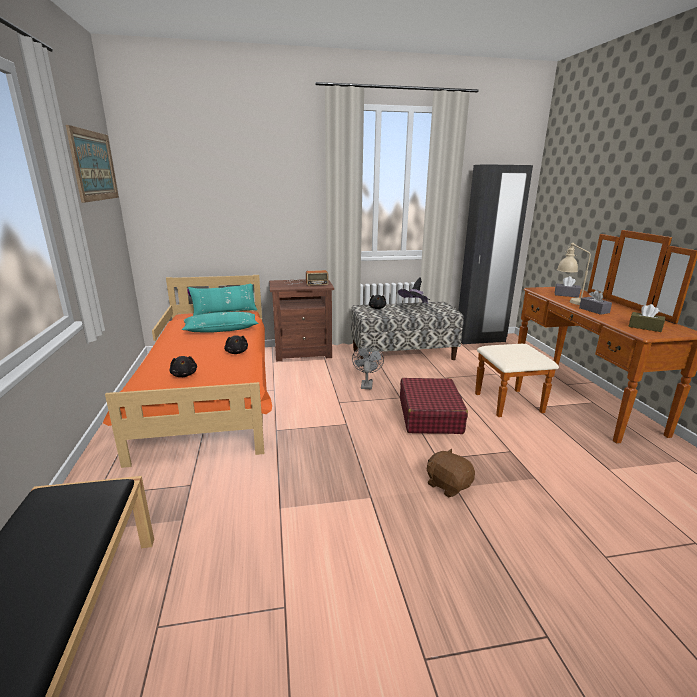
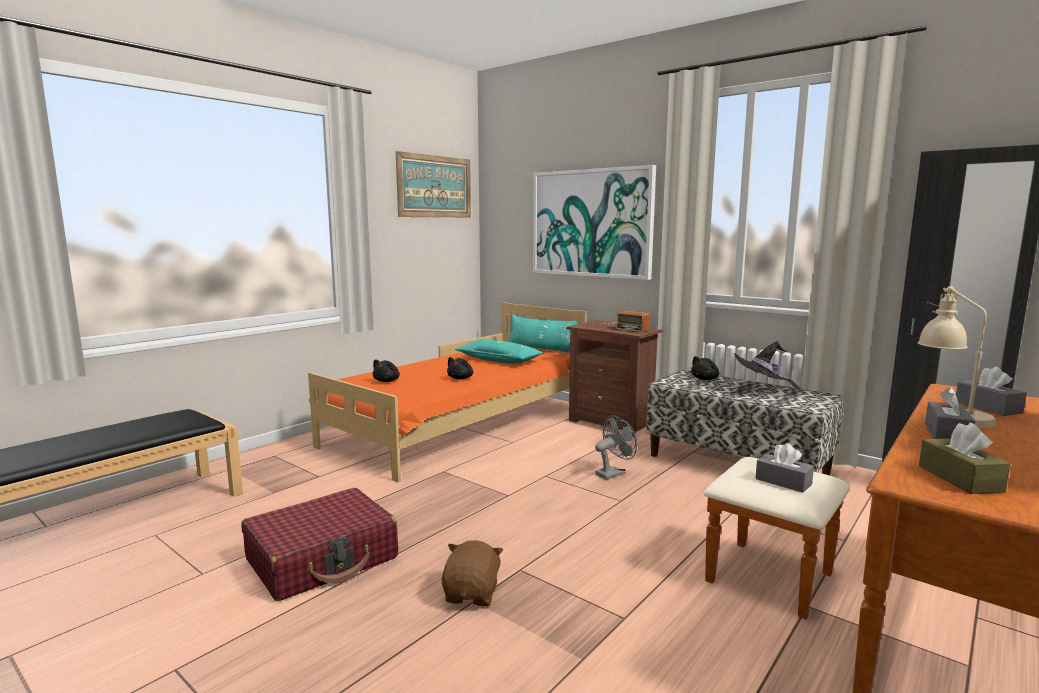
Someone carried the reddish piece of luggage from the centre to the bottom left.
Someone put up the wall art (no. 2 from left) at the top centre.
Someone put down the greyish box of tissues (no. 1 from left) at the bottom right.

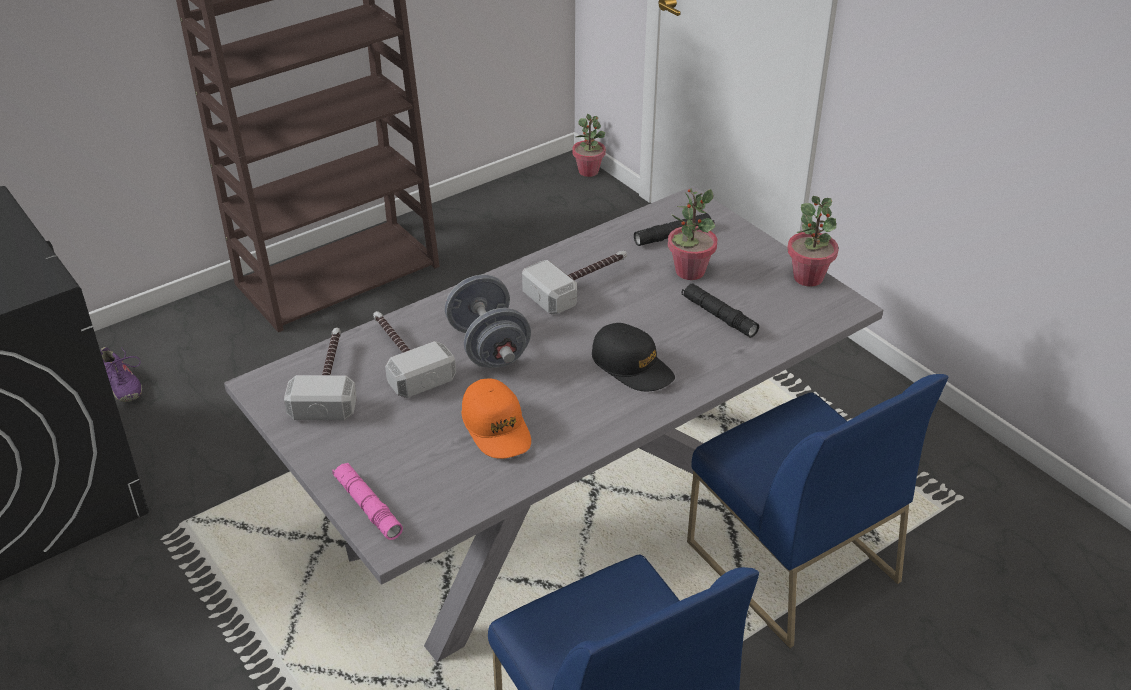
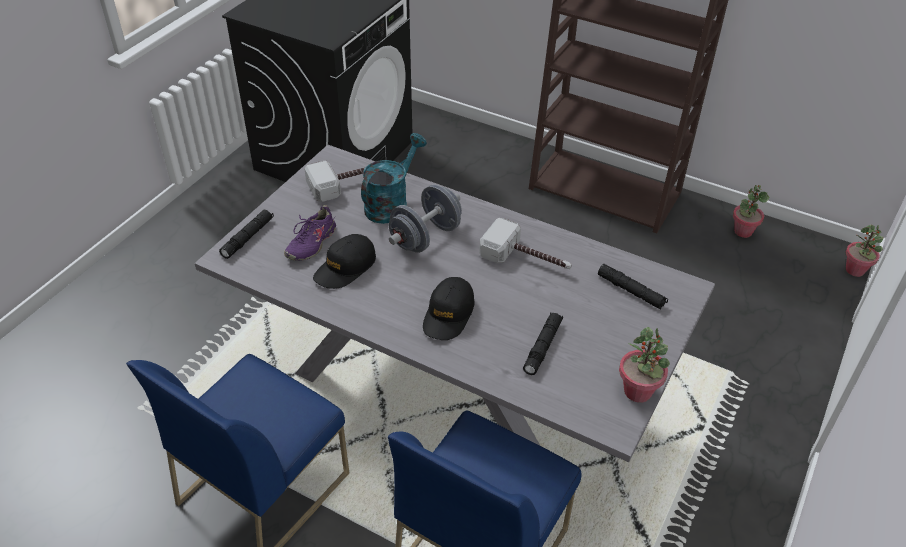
Someone carried the purple low shoe from the middle left to the centre.
Someone repainted the pinkish hand torch at the bottom left, which became the blackish hand torch (no. 1 from left) at the middle left.
Someone swapped the hand hammer (no. 2 from left) at the centre for the turquoise watering pot at the top centre.
Someone repainted the orange-coloured baseball cap at the centre, which became the blackish baseball cap (no. 1 from left) at the centre.
Someone carried the plant in a pot (no. 2 from left) from the centre to the middle right.

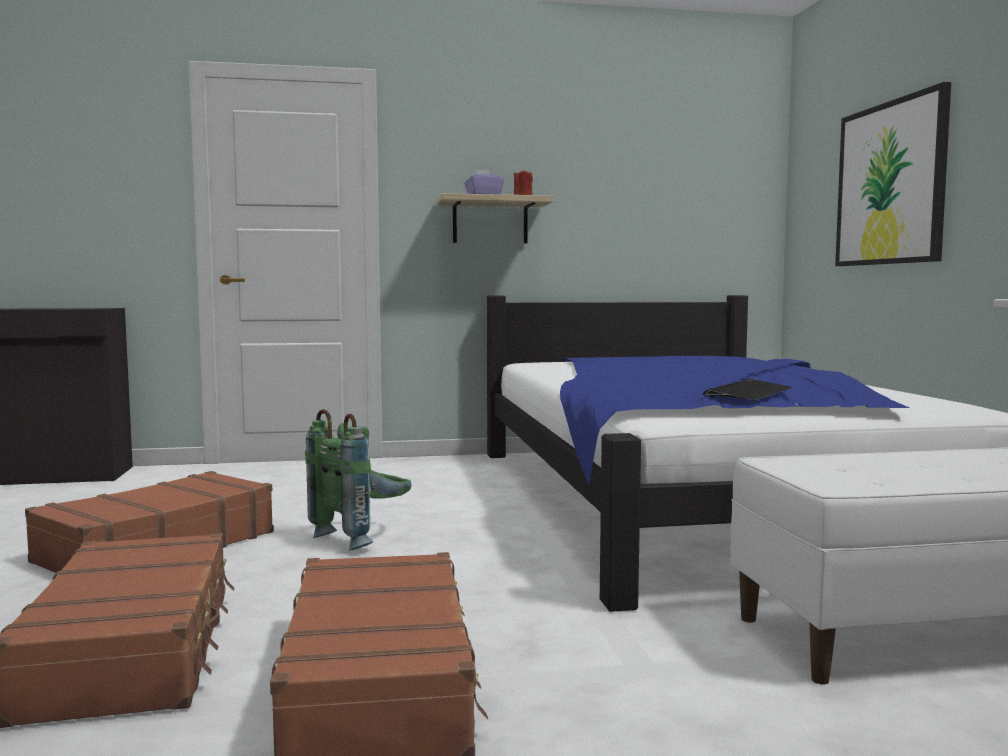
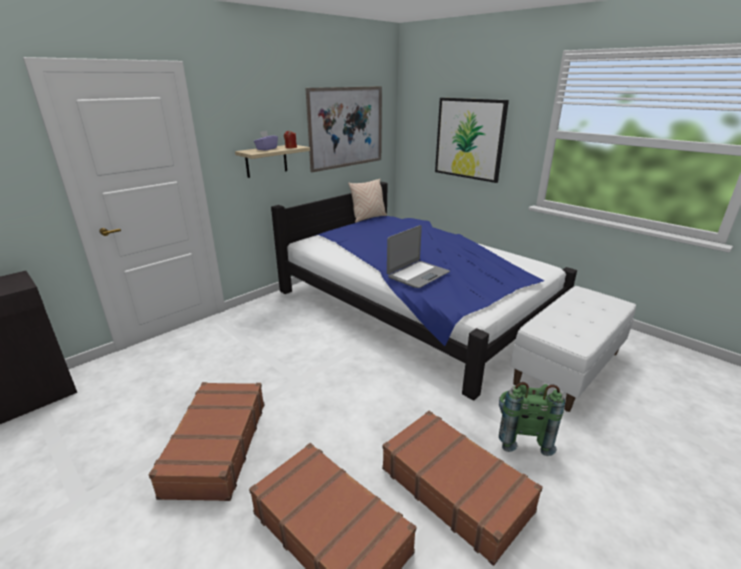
Someone carried the green-coloured knapsack from the centre to the bottom right.
Someone took away the PC keyboard at the middle right.
Someone put up the wall art (no. 1 from left) at the top centre.
Someone put down the beige-coloured throw pillow at the centre.
Someone put down the notebook computer at the centre.

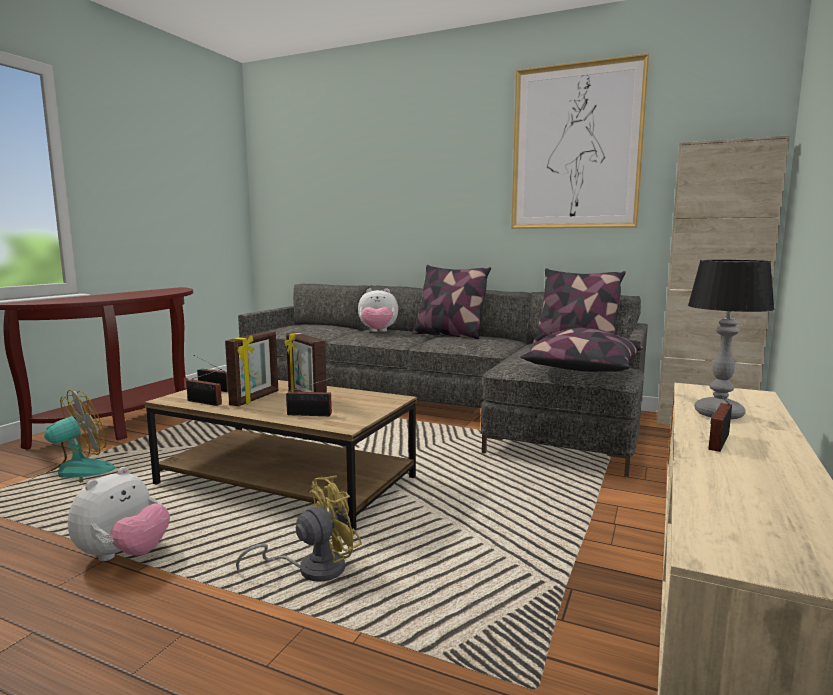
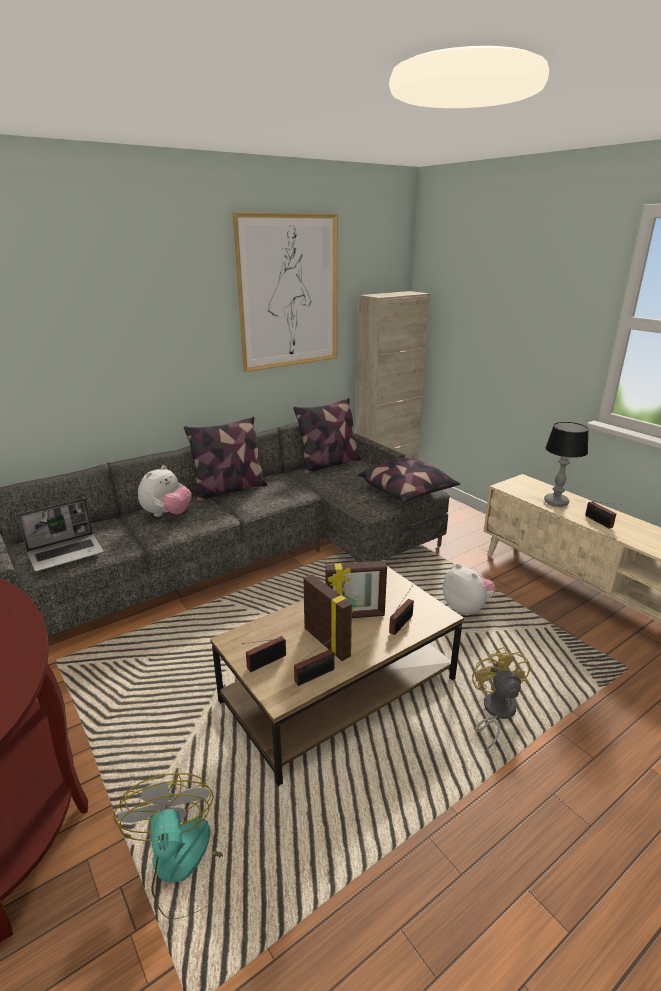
Someone carried the cuddly toy (no. 1 from left in the first image) from the bottom left to the middle right.
Someone put down the notebook computer at the middle left.

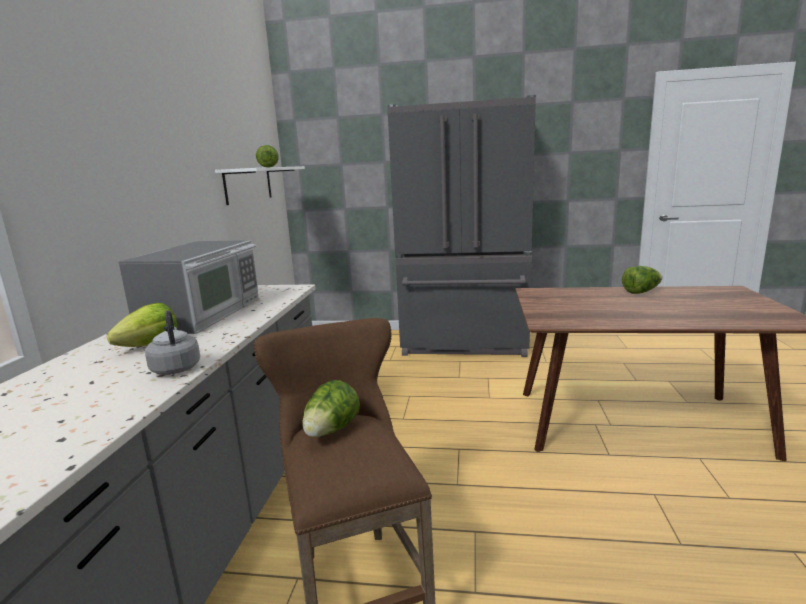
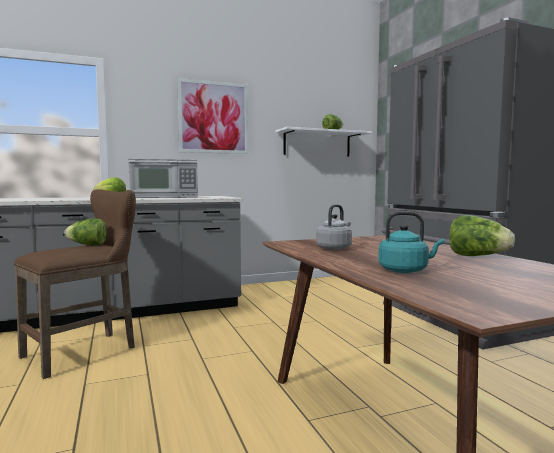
Someone carried the greyish kettle from the middle left to the centre.
Someone put up the wall art at the top centre.
Someone put down the turquoise kettle at the middle right.

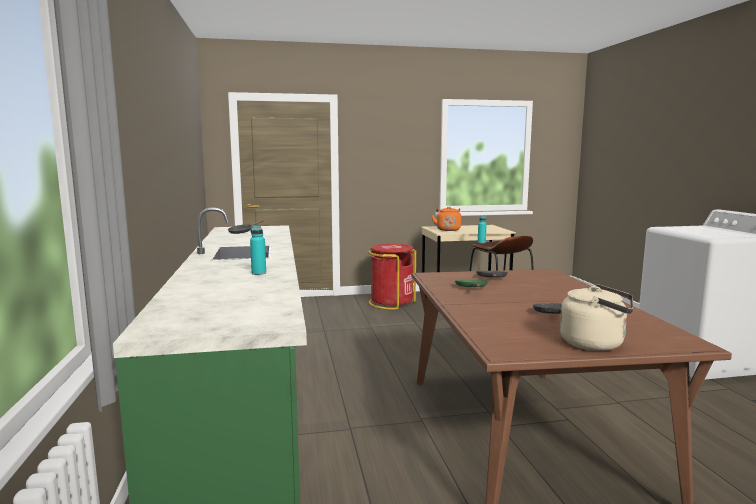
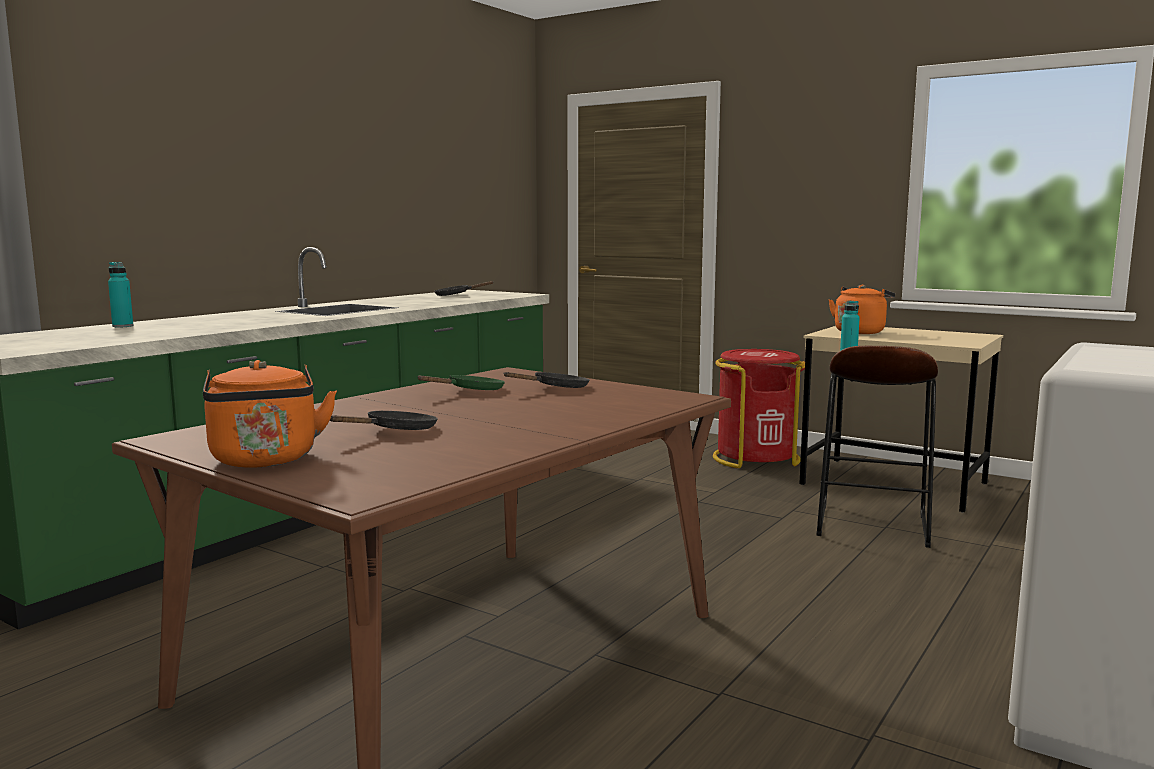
Someone carried the turquoise beverage bottle (no. 1 from left) from the centre to the middle left.
Someone repainted the beige-coloured kettle at the middle right, which became the orange-coloured kettle (no. 1 from left) at the middle left.

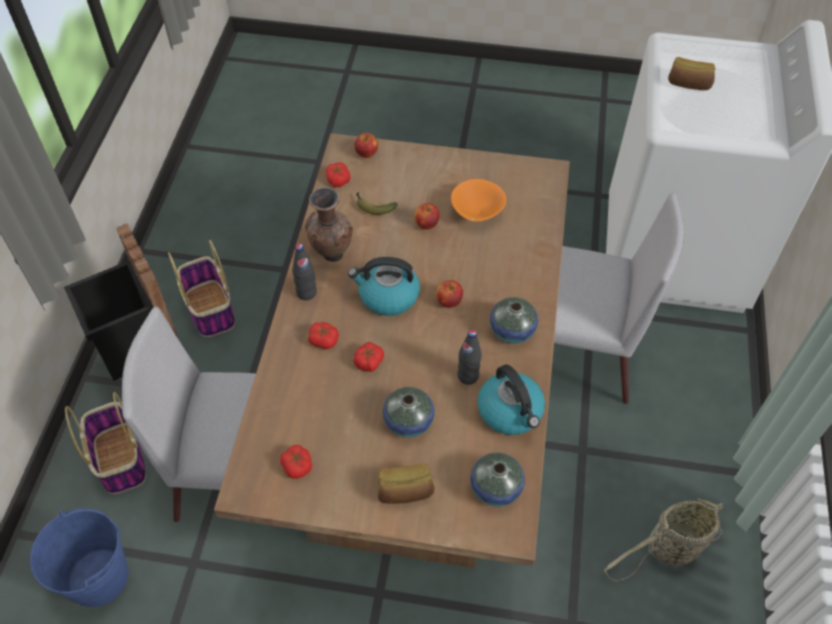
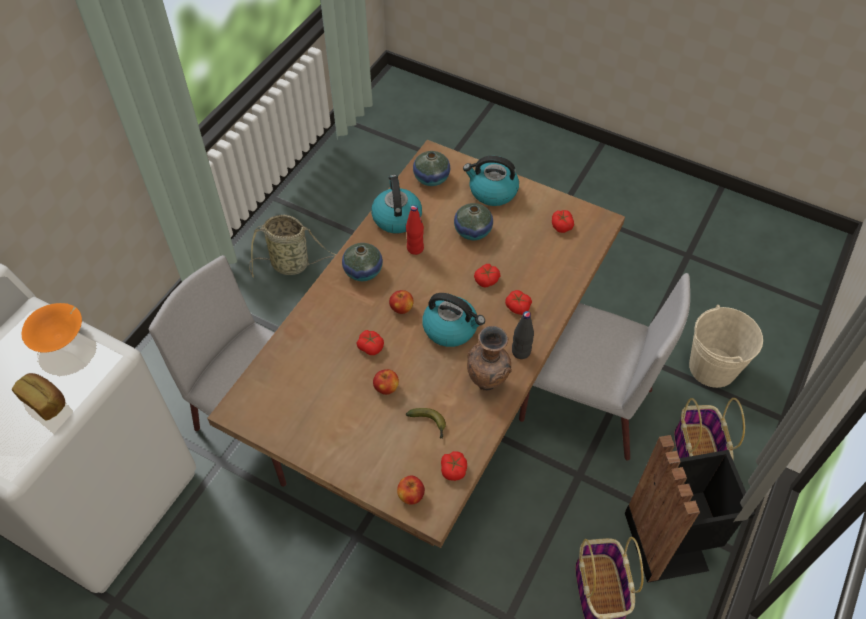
Someone repainted the blue pail at the bottom left, which became the beige-coloured pail at the middle right.
Someone swapped the bread (no. 1 from left) at the bottom centre for the kettle (no. 3 from left) at the top centre.
Someone carried the orange-coloured serving bowl from the top centre to the middle left.
Someone repainted the blackish beverage bottle (no. 2 from left) at the centre, which became the reddish beverage bottle at the centre.
Someone put down the whole tomato (no. 1 from left) at the centre.

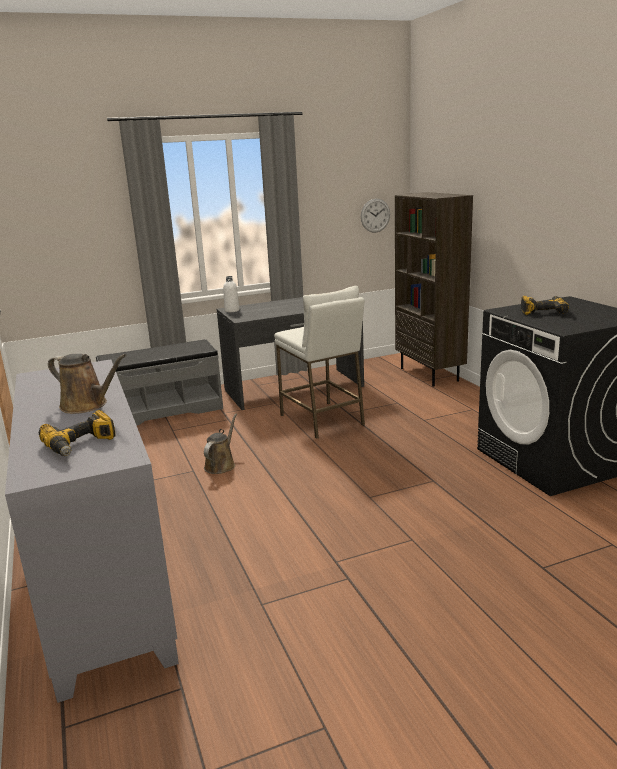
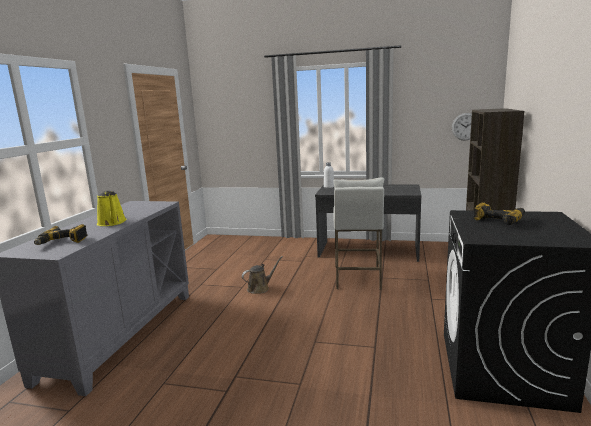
Someone repainted the brown-coloured watering pot (no. 1 from left) at the middle left, which became the yellow-coloured watering pot at the middle left.
Someone took away the greyish indoor bench at the middle left.

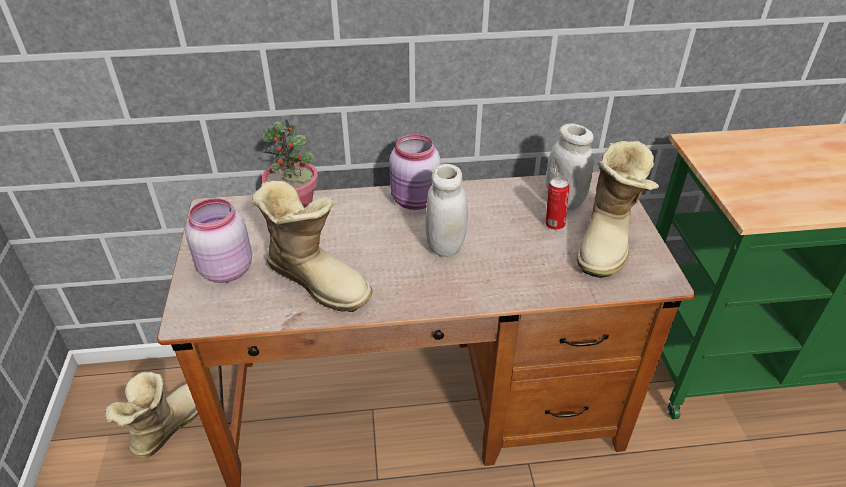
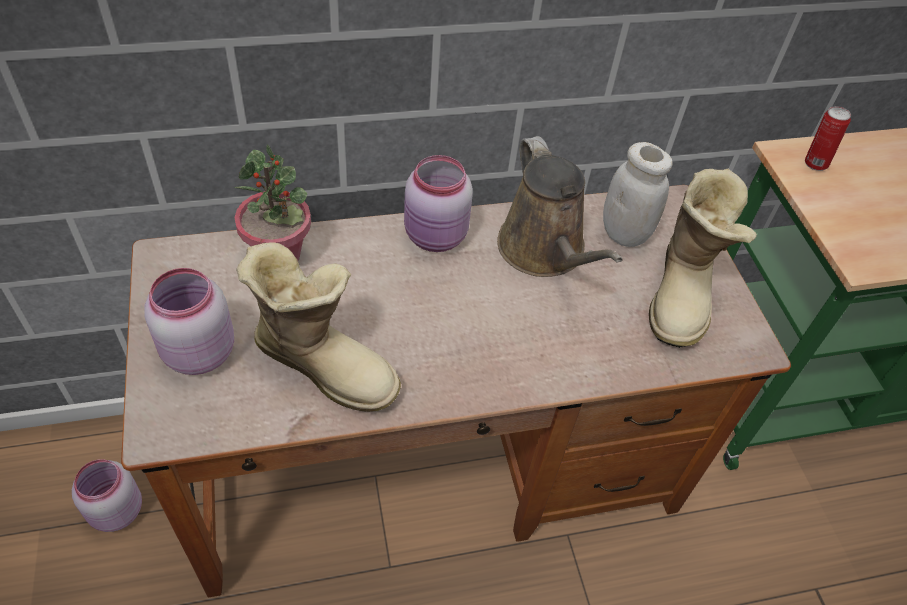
Someone swapped the high-top boot (no. 1 from left) at the bottom left for the pinkish preserve jar (no. 1 from left) at the bottom left.
Someone took away the white-coloured preserve jar (no. 1 from left) at the centre.
Someone carried the can from the centre to the top right.
Someone put down the brown-coloured watering pot at the centre.

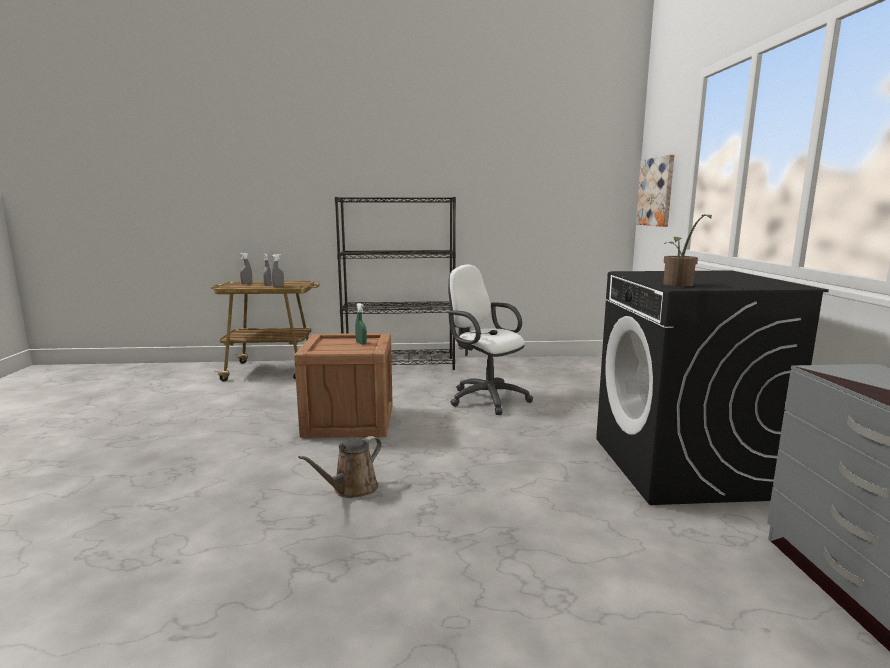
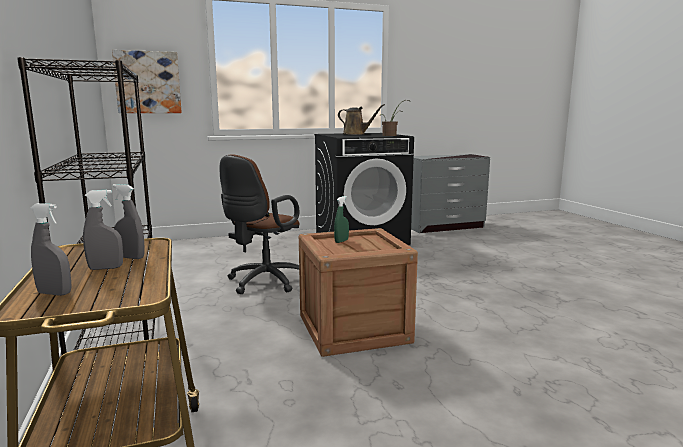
Someone carried the brown-coloured watering pot from the bottom centre to the top centre.
Someone repainted the white-coloured computer chair at the centre, which became the brown-coloured computer chair at the centre.

